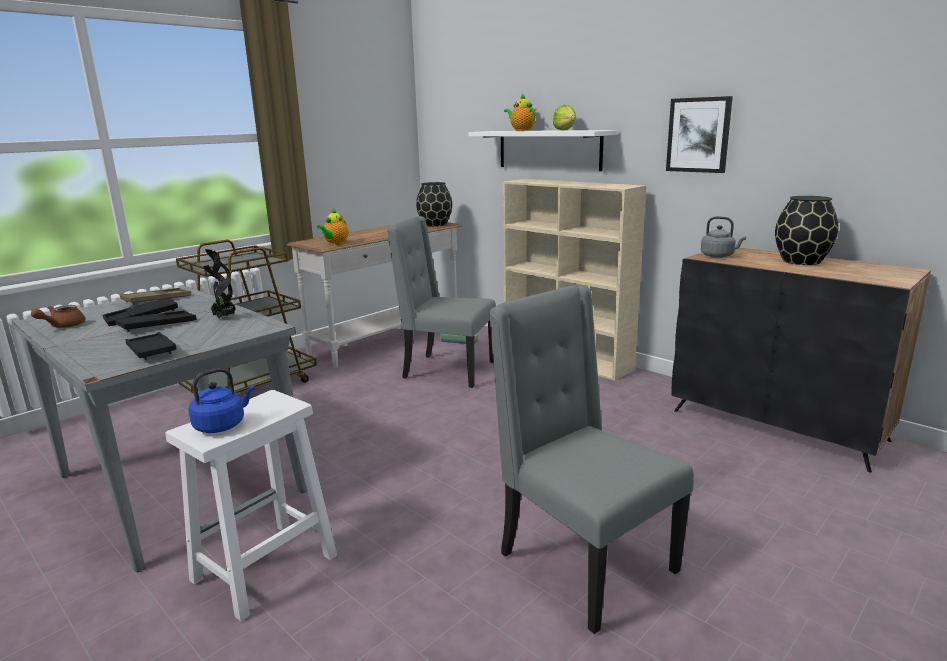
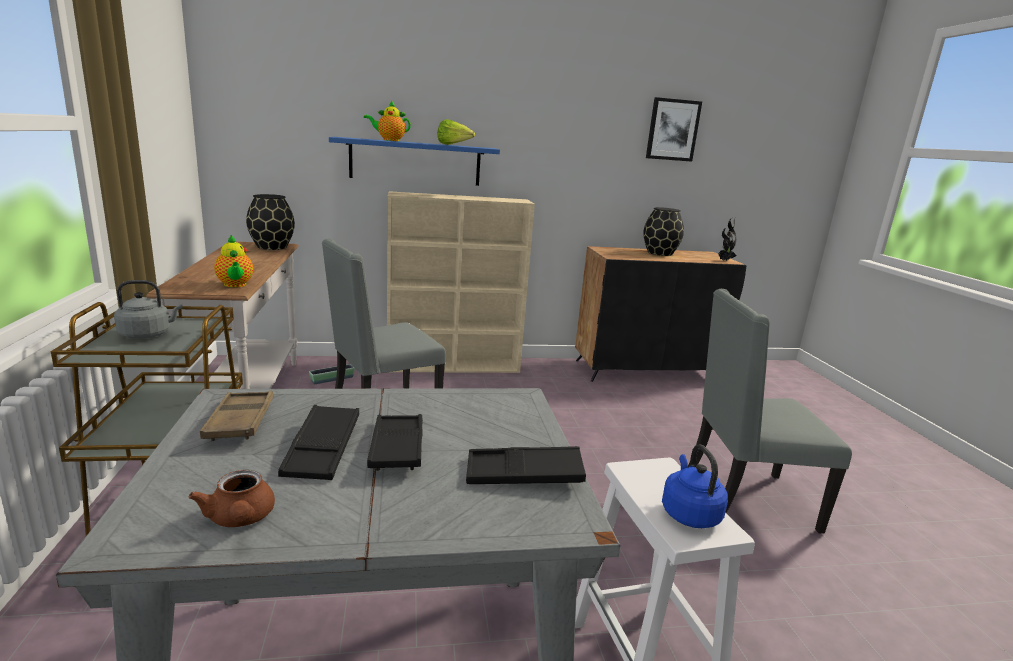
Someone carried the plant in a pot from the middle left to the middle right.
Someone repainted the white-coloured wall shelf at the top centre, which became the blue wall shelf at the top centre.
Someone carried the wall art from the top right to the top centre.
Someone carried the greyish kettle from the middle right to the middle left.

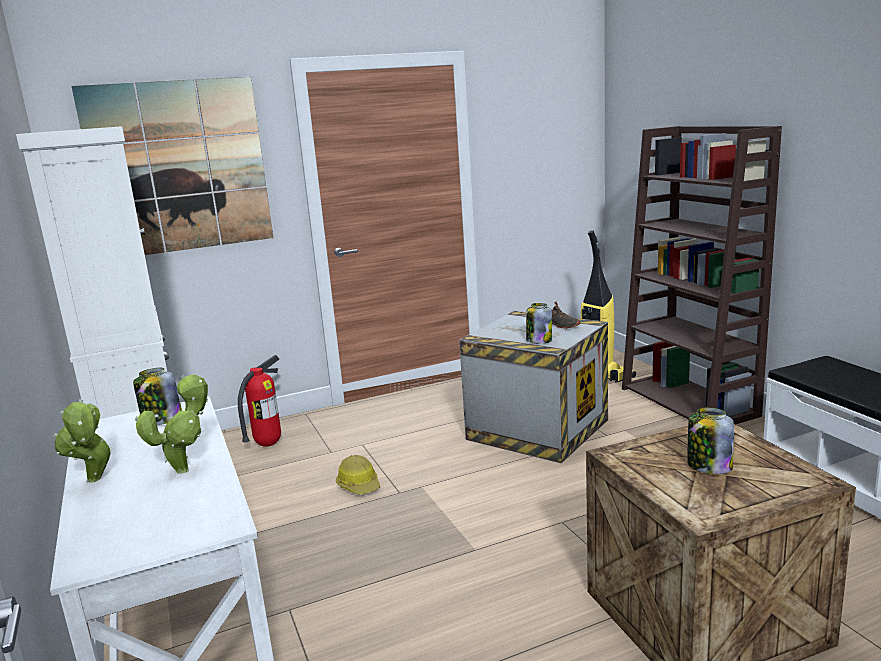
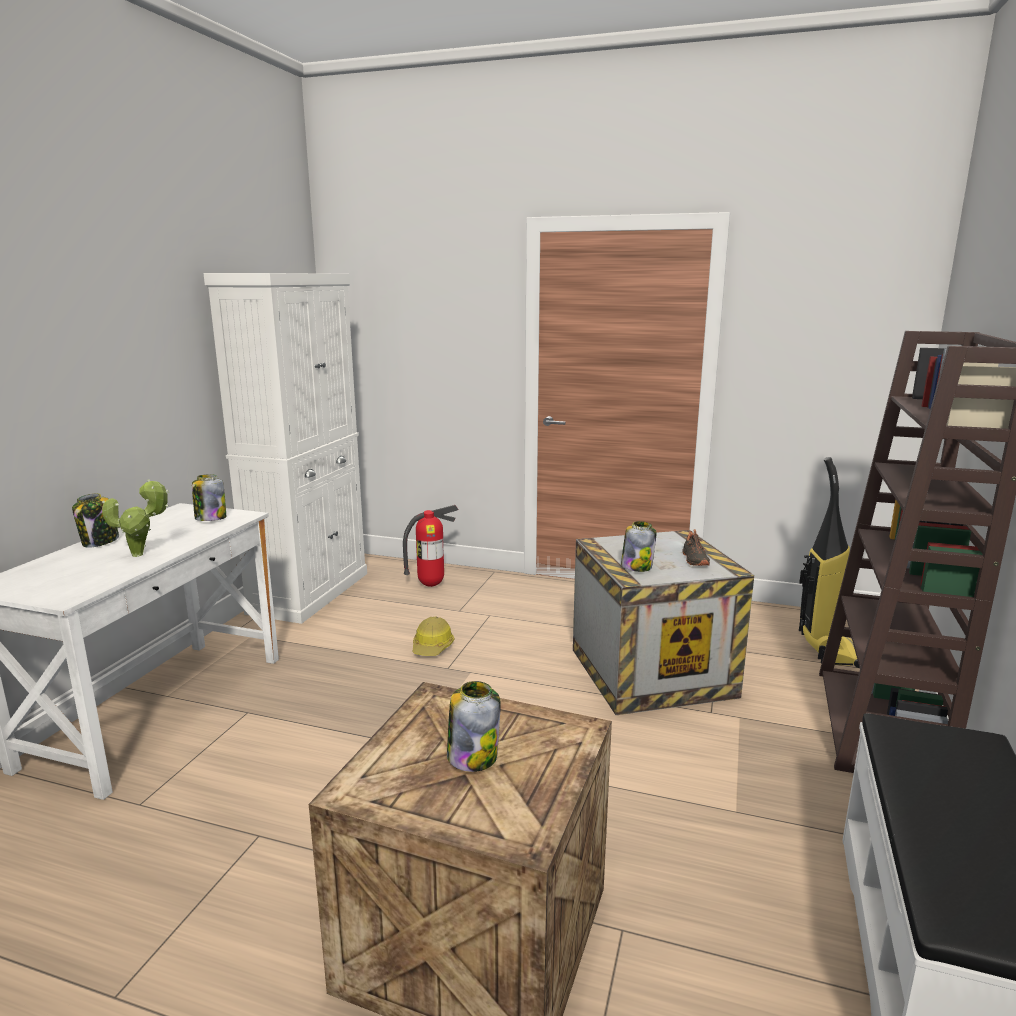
Someone swapped the plant in a pot (no. 1 from left) at the bottom left for the preserve jar (no. 1 from left) at the middle left.
Someone took away the wall art at the top left.

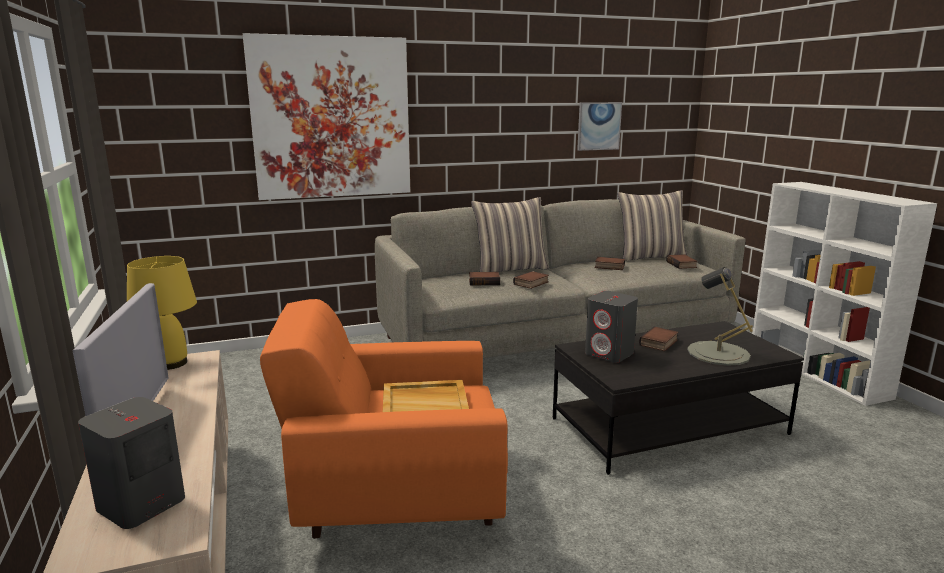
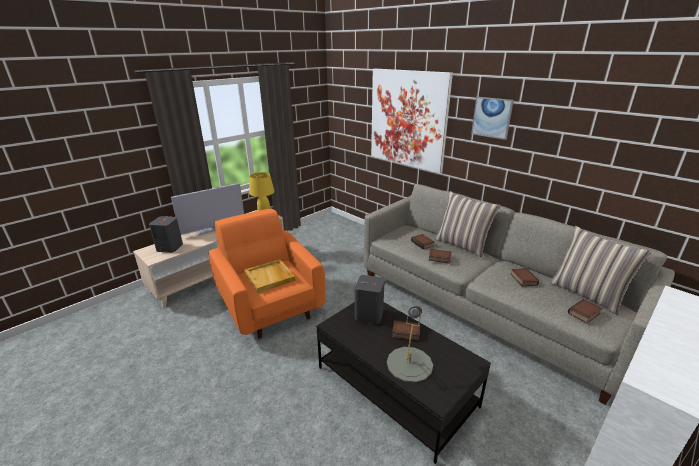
Someone carried the wall art (no. 2 from left) from the top centre to the top right.

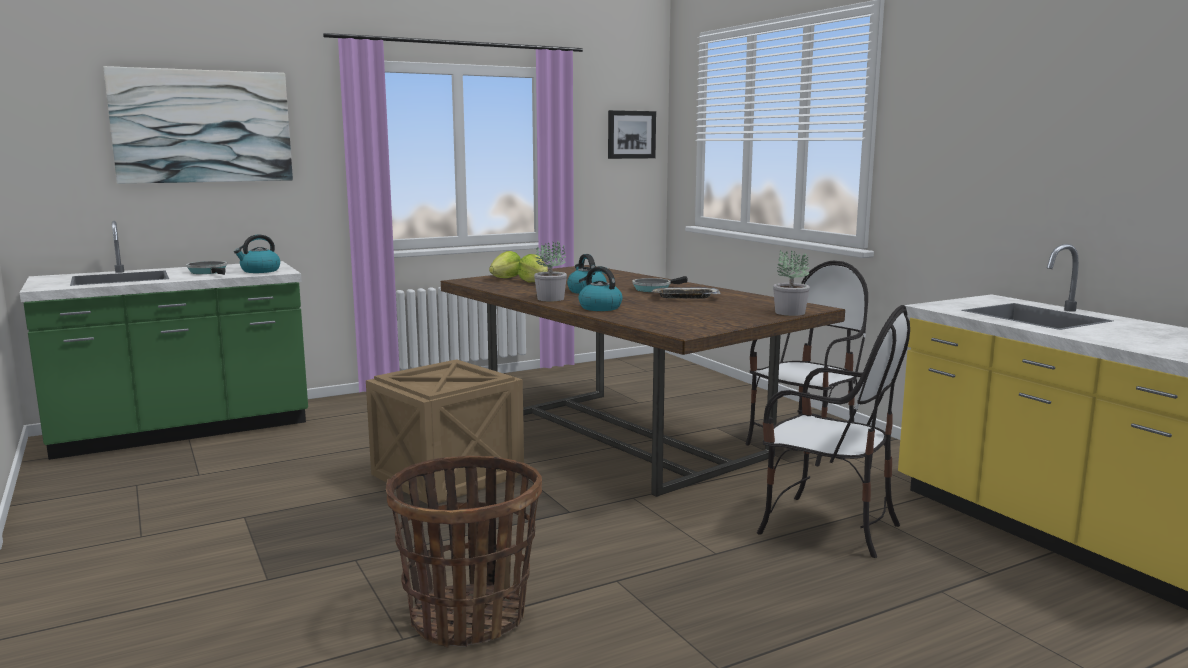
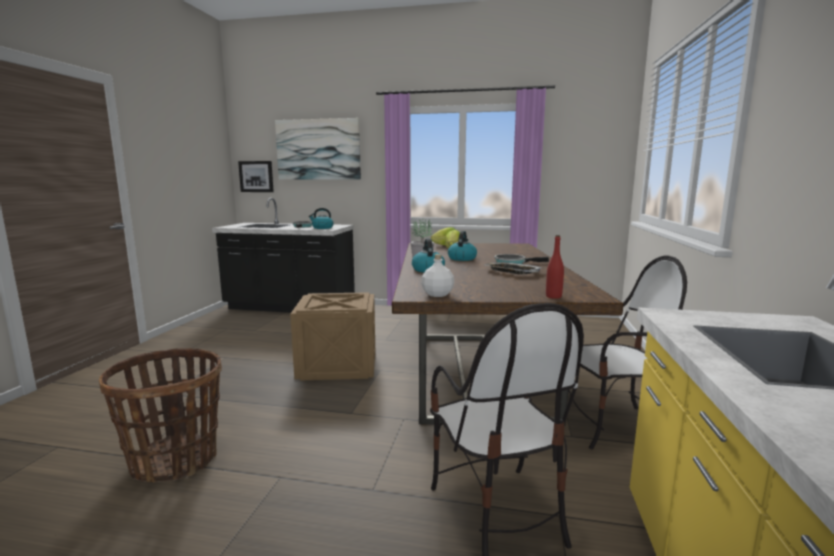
Someone repainted the green-coloured kitchen counter at the middle left, which became the blackish kitchen counter at the centre.
Someone carried the wall art (no. 2 from left in the first image) from the top centre to the top left.
Someone swapped the plant in a pot (no. 2 from left) at the centre for the reddish beverage bottle at the centre.
Someone put down the white-coloured beverage bottle at the centre.

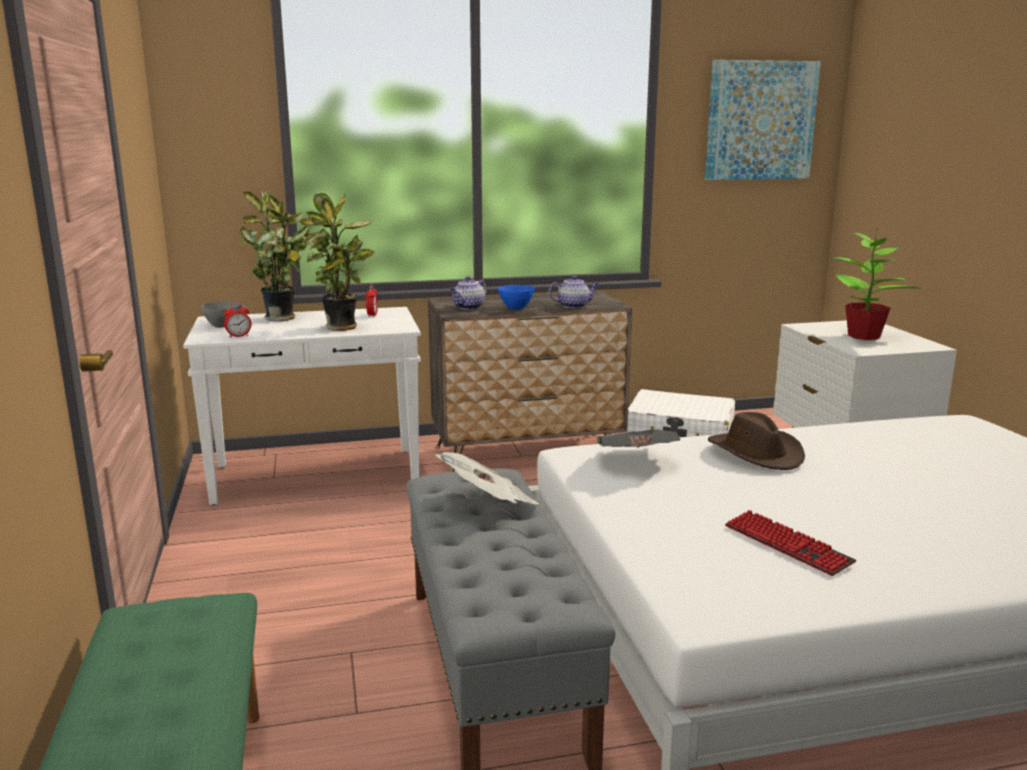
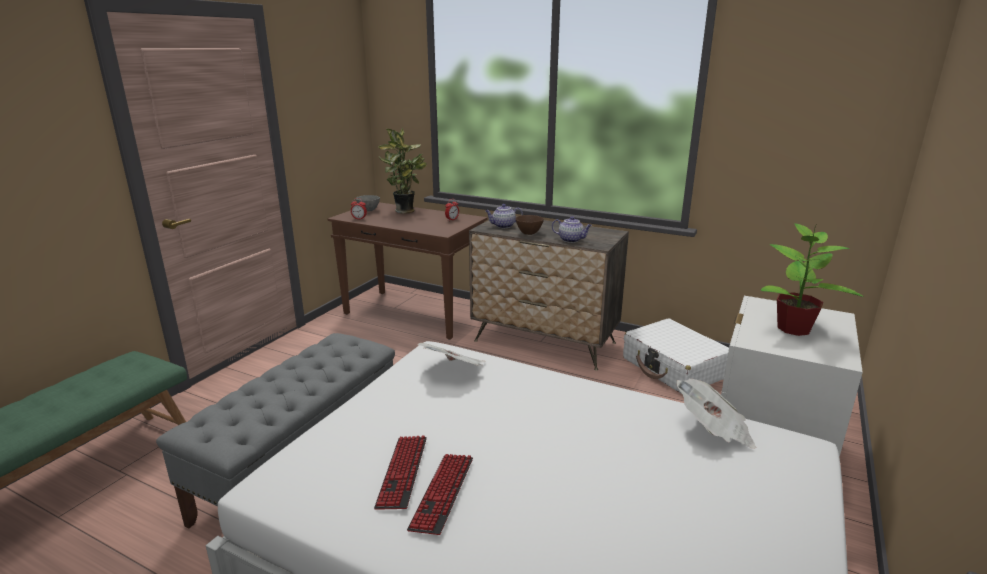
Someone repainted the white-coloured console table at the middle left, which became the brown-coloured console table at the centre.
Someone took away the plant in a pot (no. 2 from left) at the middle left.
Someone carried the printed paper (no. 1 from left in the first image) from the centre to the bottom right.
Someone repainted the blue serving bowl at the centre, which became the brown-coloured serving bowl at the centre.
Someone took away the wall art at the top right.
Someone took away the brown-coloured clothing hat at the middle right.
Someone put down the PC keyboard (no. 2 from left) at the bottom centre.

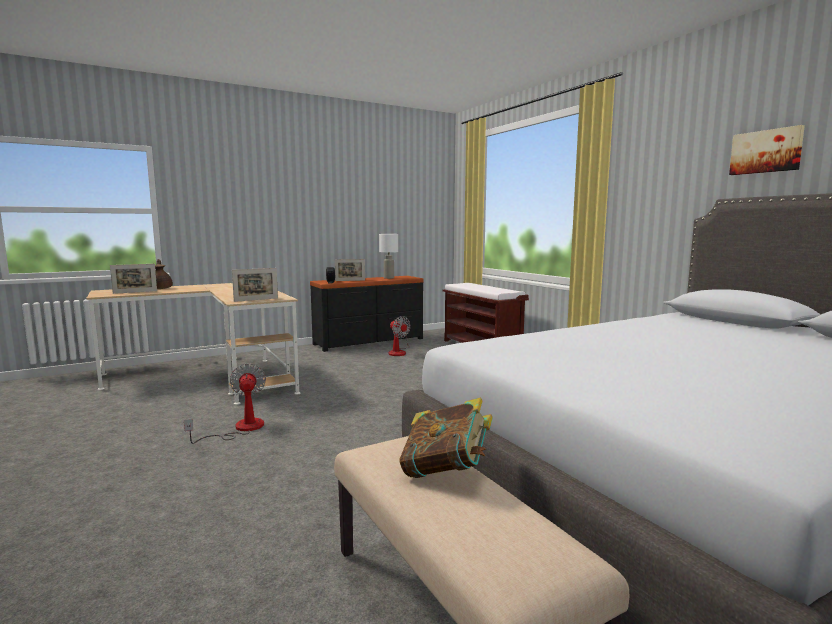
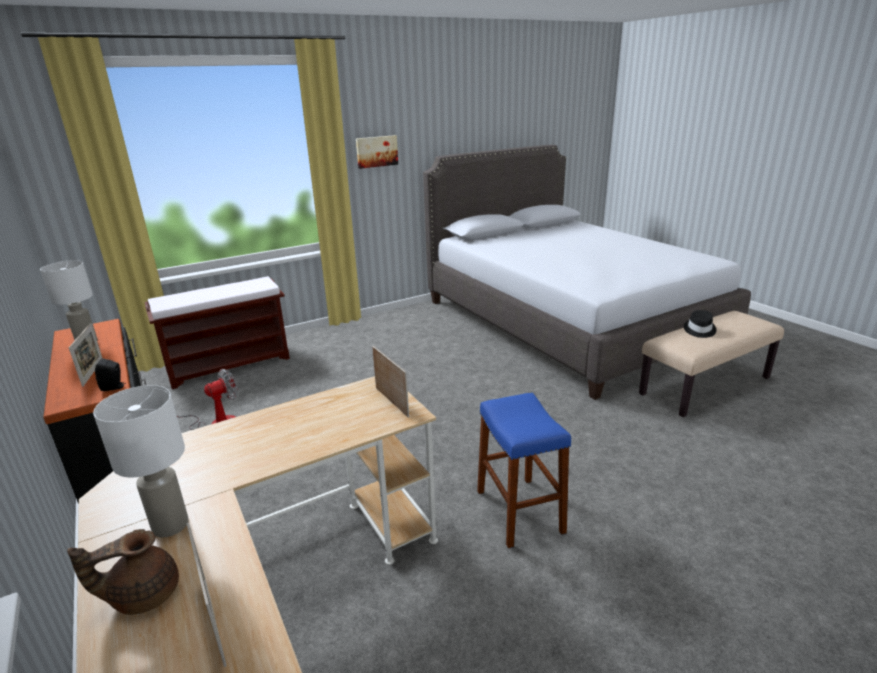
Someone swapped the cooling fan (no. 1 from left) at the middle left for the blue sitting stool at the bottom centre.
Someone swapped the volume at the bottom centre for the blackish clothing hat at the middle right.
Someone carried the wall art from the top right to the top centre.
Someone put down the white-coloured table lamp (no. 2 from left) at the bottom left.

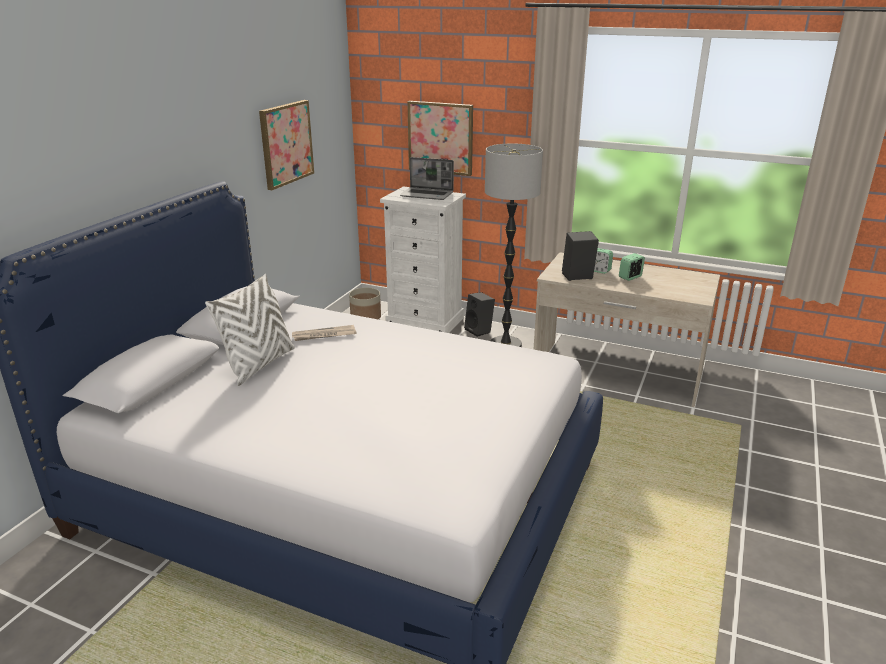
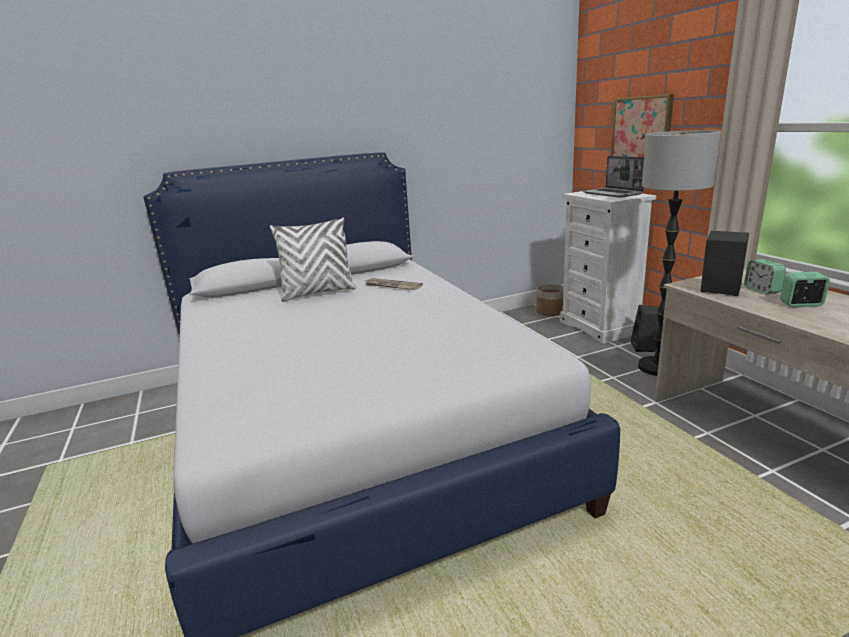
Someone took away the wall art (no. 1 from left) at the top left.

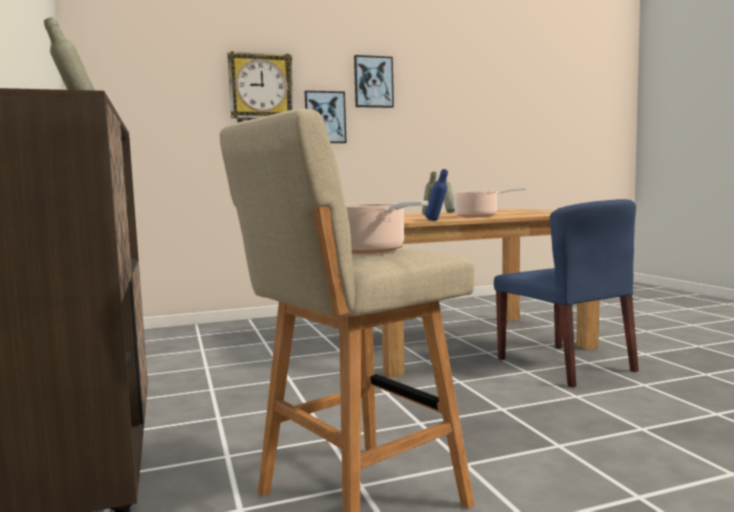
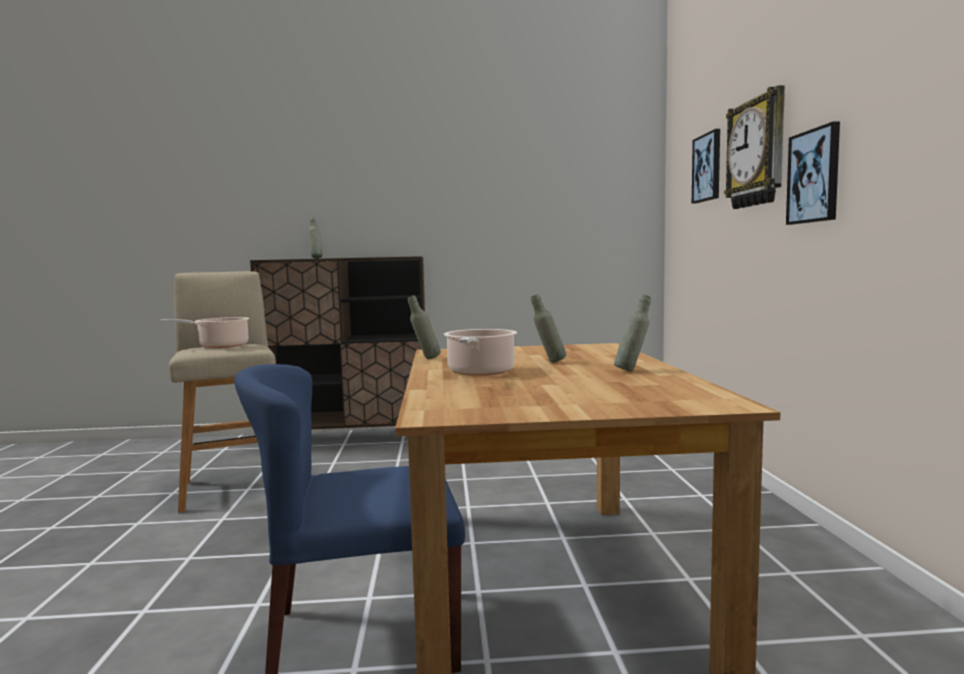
Someone carried the wall art (no. 2 from left in the first image) from the top centre to the top right.
Someone repainted the blue beverage bottle at the centre, which became the greyish beverage bottle (no. 2 from left) at the centre.

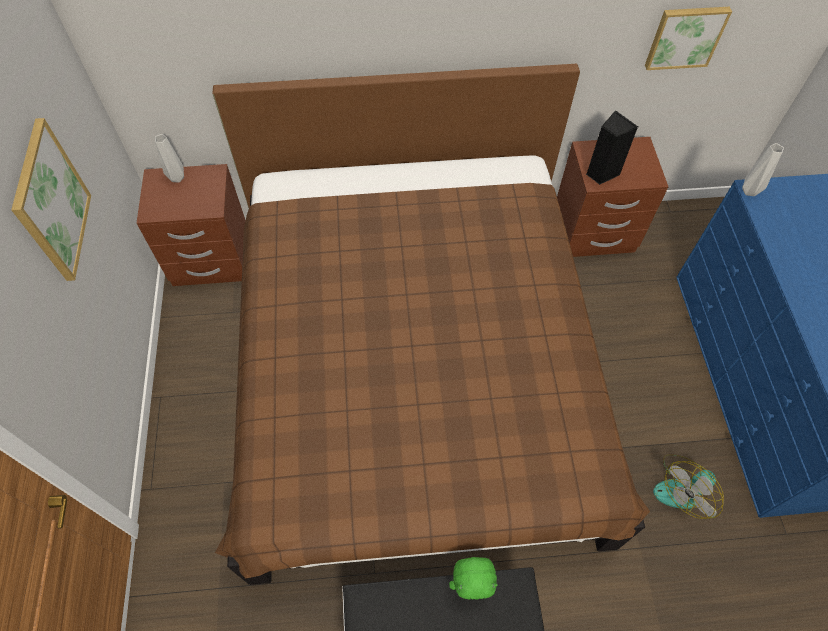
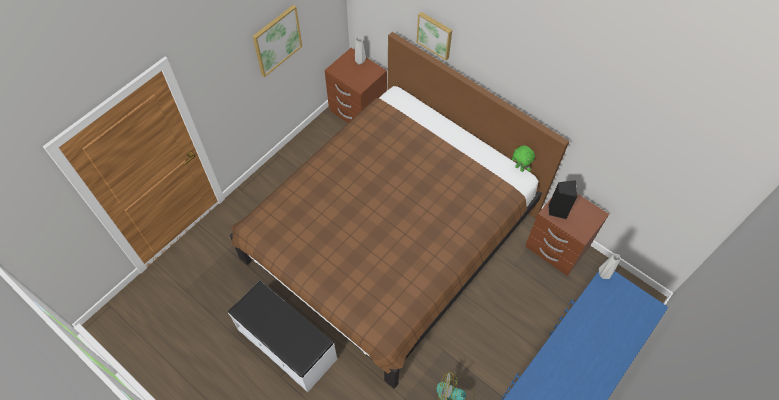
Someone carried the green-coloured cuddly toy from the bottom centre to the middle right.
Someone carried the wall art (no. 2 from left) from the top right to the top centre.

